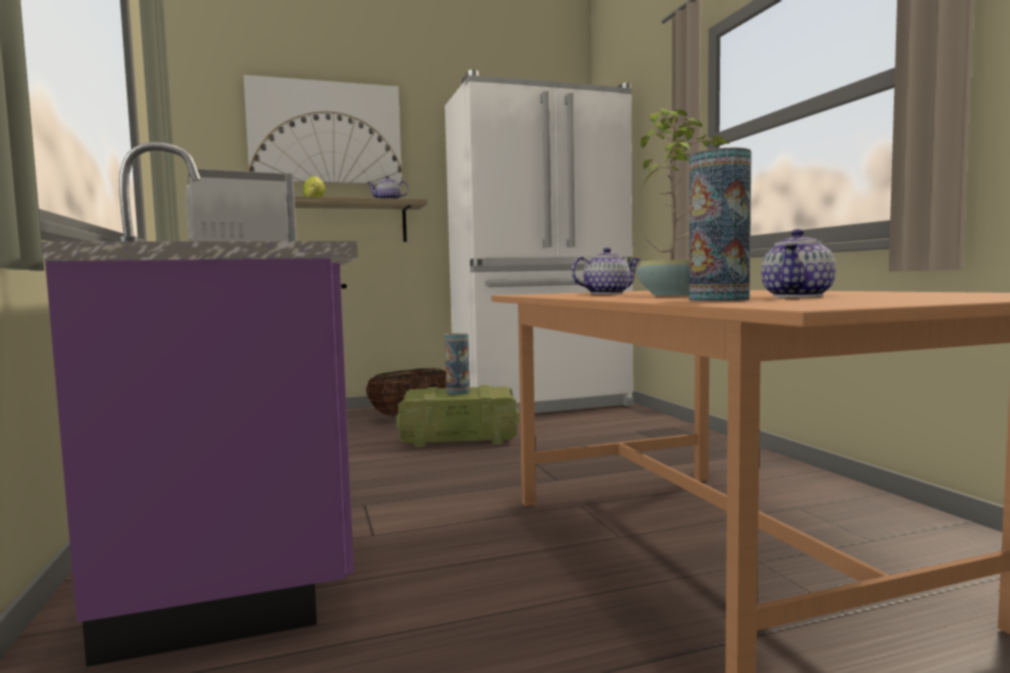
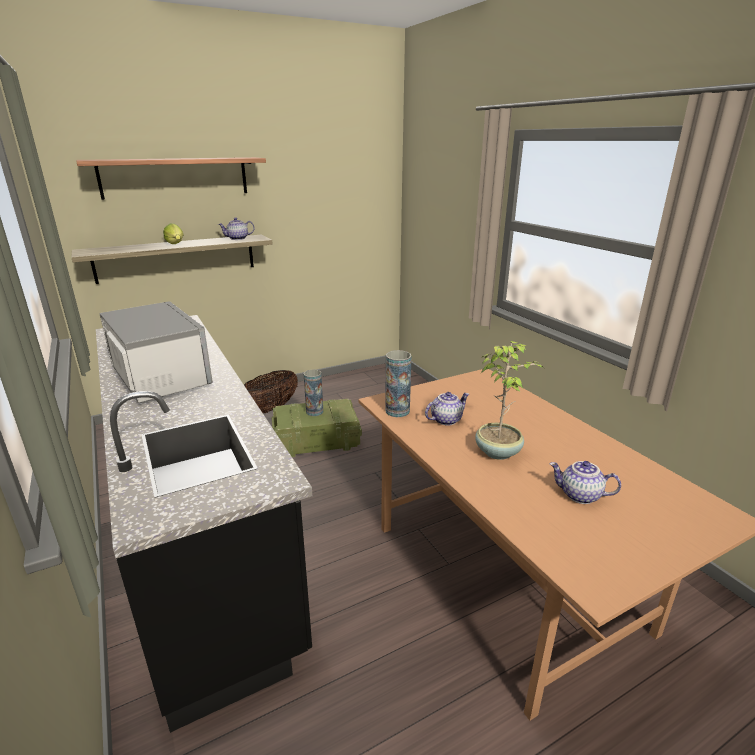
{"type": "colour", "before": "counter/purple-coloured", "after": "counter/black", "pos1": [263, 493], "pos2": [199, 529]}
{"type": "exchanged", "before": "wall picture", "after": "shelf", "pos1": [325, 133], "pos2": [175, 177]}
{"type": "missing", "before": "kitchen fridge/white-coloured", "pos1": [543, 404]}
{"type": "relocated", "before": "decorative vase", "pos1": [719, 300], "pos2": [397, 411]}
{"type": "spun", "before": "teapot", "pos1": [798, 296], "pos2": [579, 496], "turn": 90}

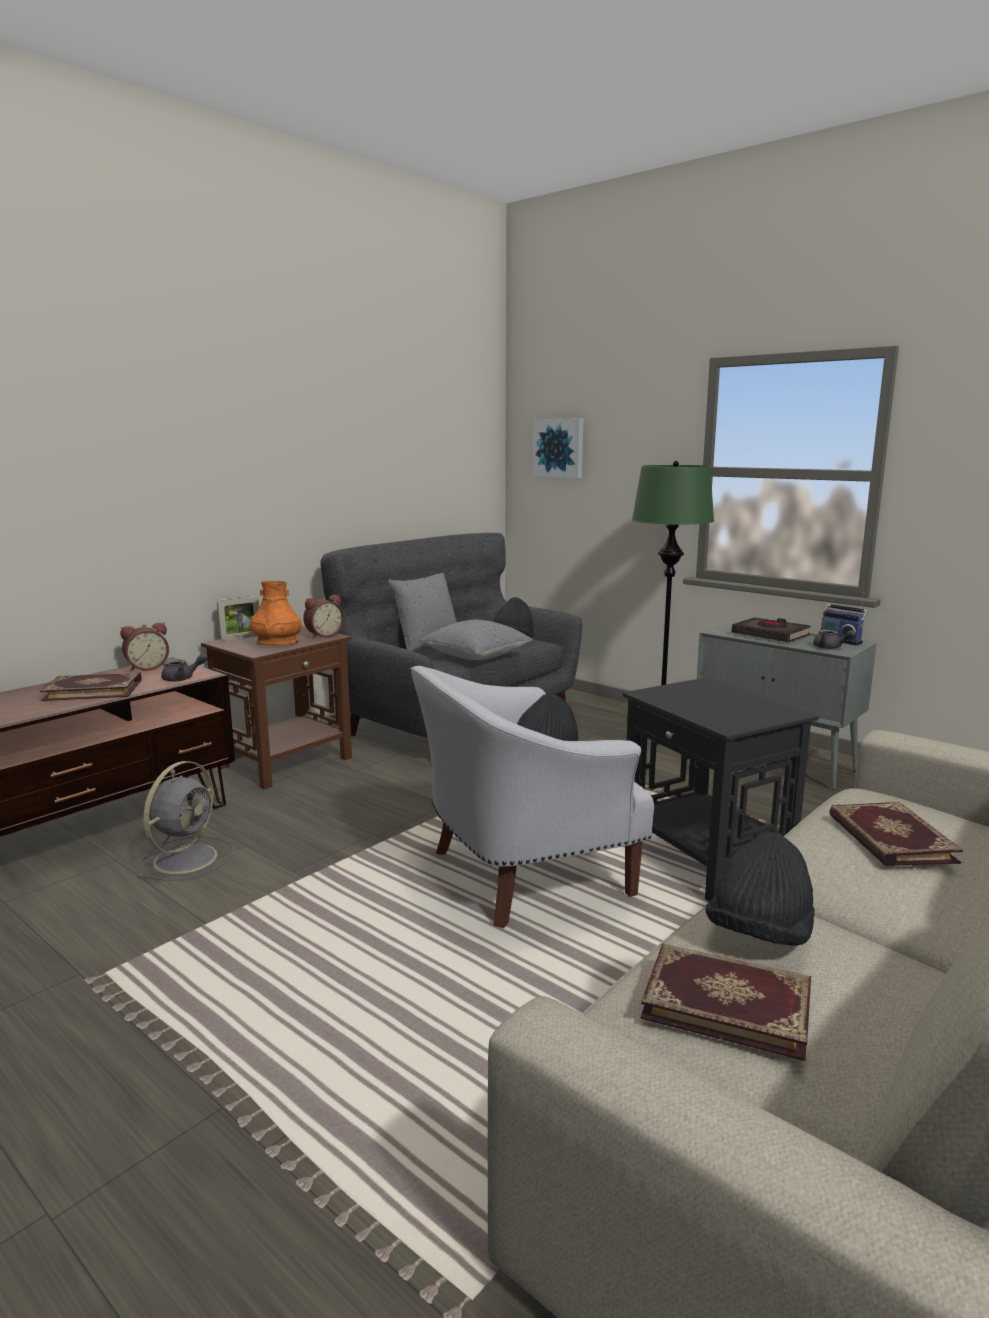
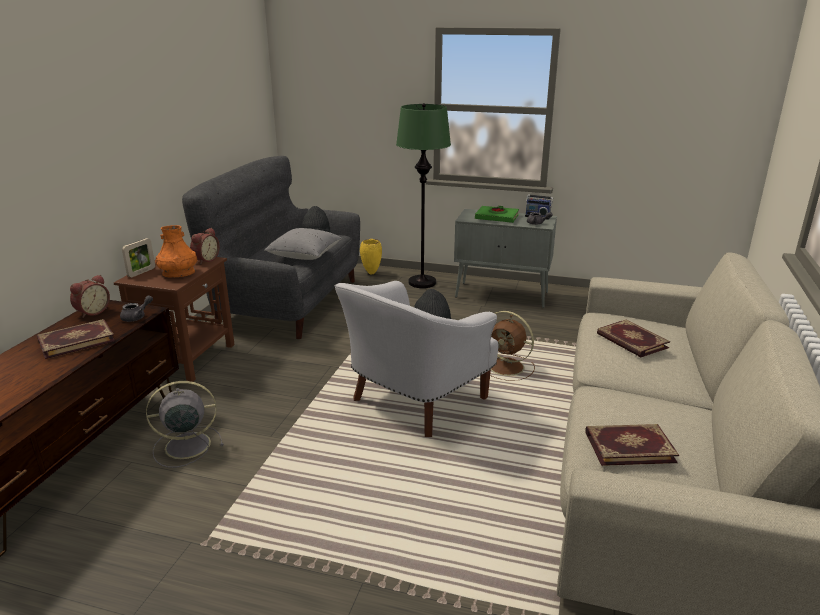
{"type": "spun", "before": "cooling fan/greyish", "pos1": [187, 858], "pos2": [185, 446], "turn": -105}
{"type": "missing", "before": "throw pillow/greyish", "pos1": [427, 647]}
{"type": "missing", "before": "wall picture", "pos1": [559, 448]}
{"type": "exchanged", "before": "accent table/black", "after": "cooling fan/brown-coloured", "pos1": [706, 860], "pos2": [507, 367]}
{"type": "missing", "before": "wearable hat/black", "pos1": [759, 935]}
{"type": "colour", "before": "book/black", "after": "book/green-coloured", "pos1": [770, 635], "pos2": [497, 217]}
{"type": "appeared", "after": "decorative vase/yellow", "pos2": [371, 273]}

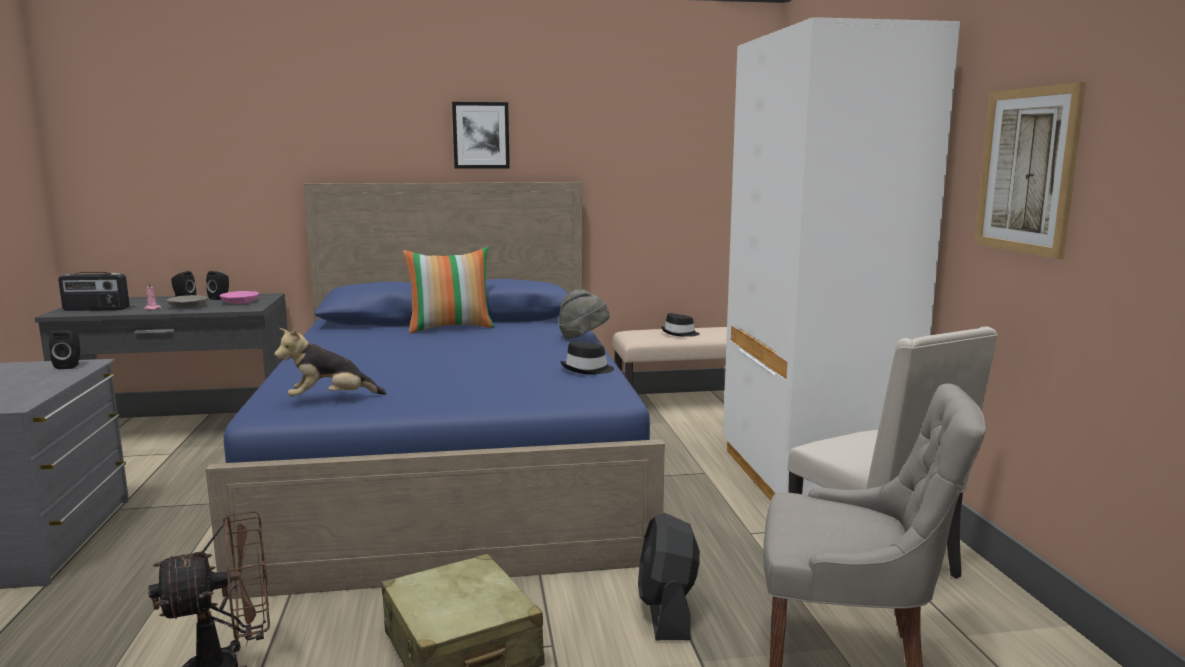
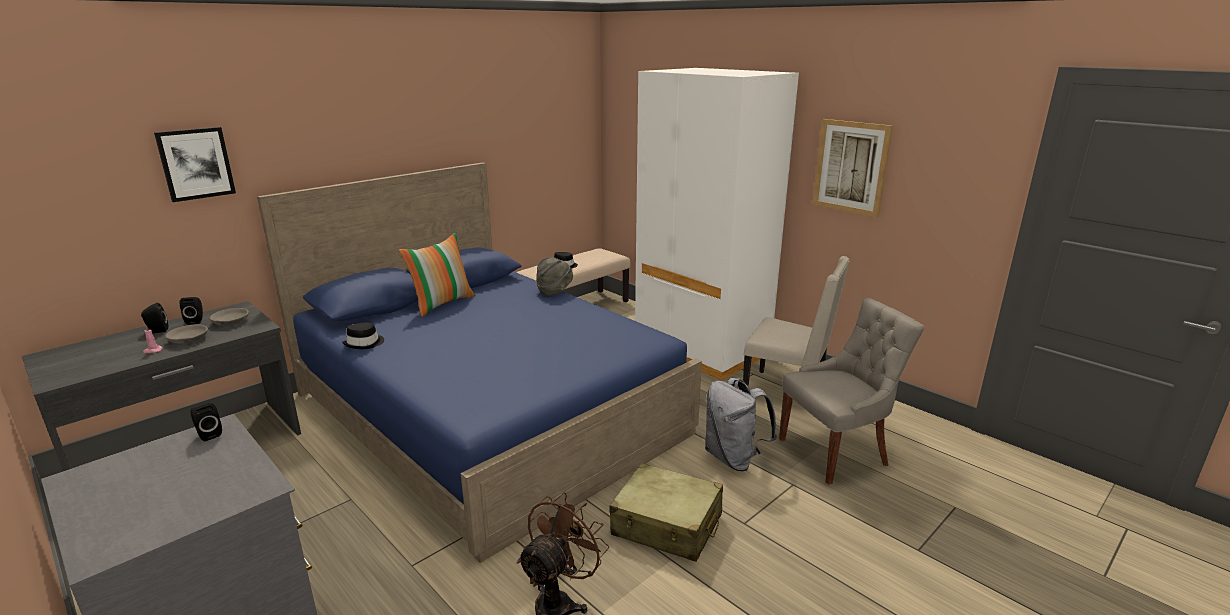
{"type": "missing", "before": "radio receiver", "pos1": [96, 309]}
{"type": "colour", "before": "serving bowl/pinkish", "after": "serving bowl/greyish", "pos1": [239, 302], "pos2": [231, 322]}
{"type": "missing", "before": "cuddly toy", "pos1": [330, 400]}
{"type": "relocated", "before": "wall picture", "pos1": [481, 135], "pos2": [196, 163]}
{"type": "relocated", "before": "wearable hat/black", "pos1": [587, 370], "pos2": [364, 343]}
{"type": "exchanged", "before": "cooling fan/black", "after": "rucksack/greyish", "pos1": [667, 612], "pos2": [734, 458]}

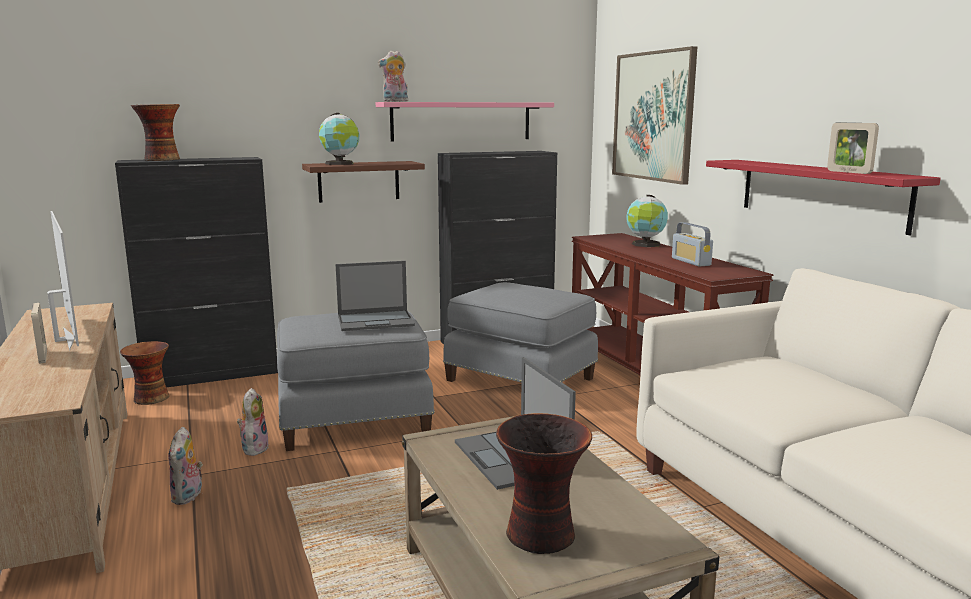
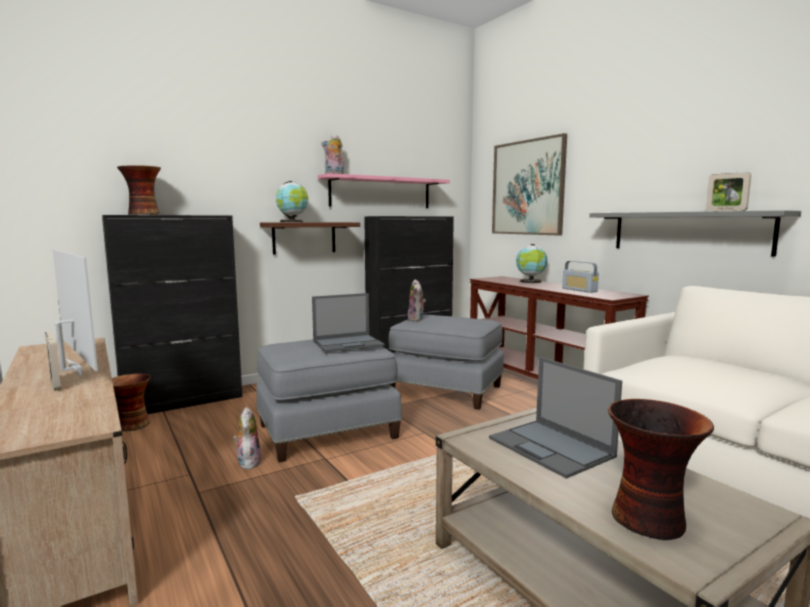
{"type": "relocated", "before": "cuddly toy", "pos1": [188, 496], "pos2": [416, 319]}
{"type": "colour", "before": "shelf/reddish", "after": "shelf/greyish", "pos1": [820, 193], "pos2": [687, 232]}

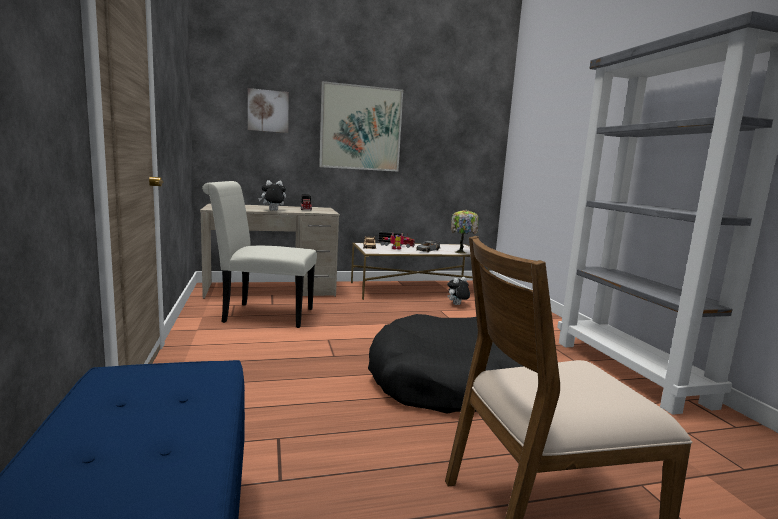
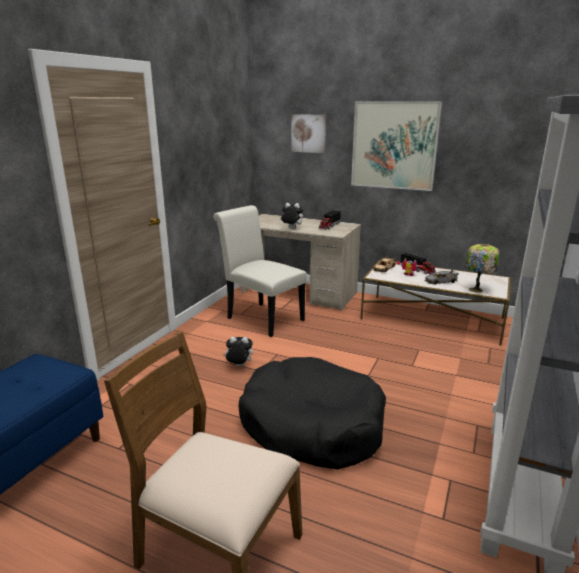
{"type": "relocated", "before": "cuddly toy", "pos1": [457, 305], "pos2": [239, 366]}

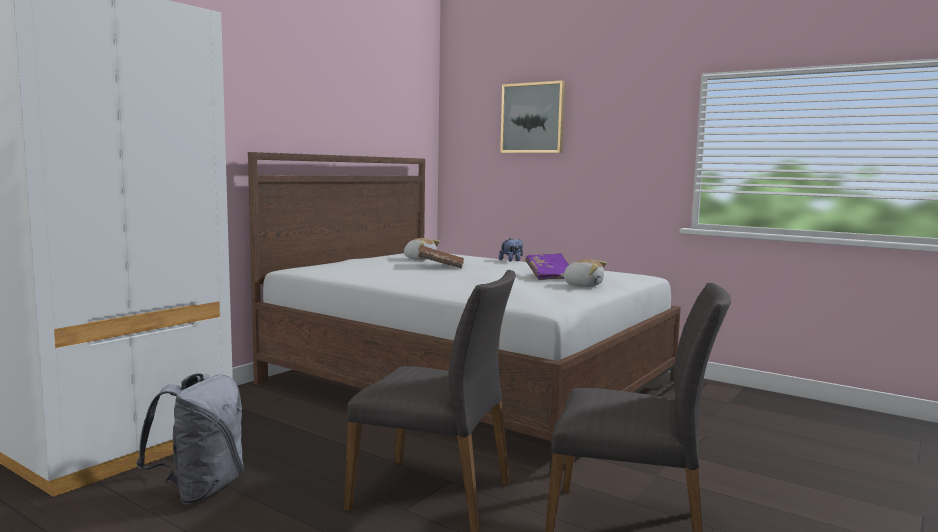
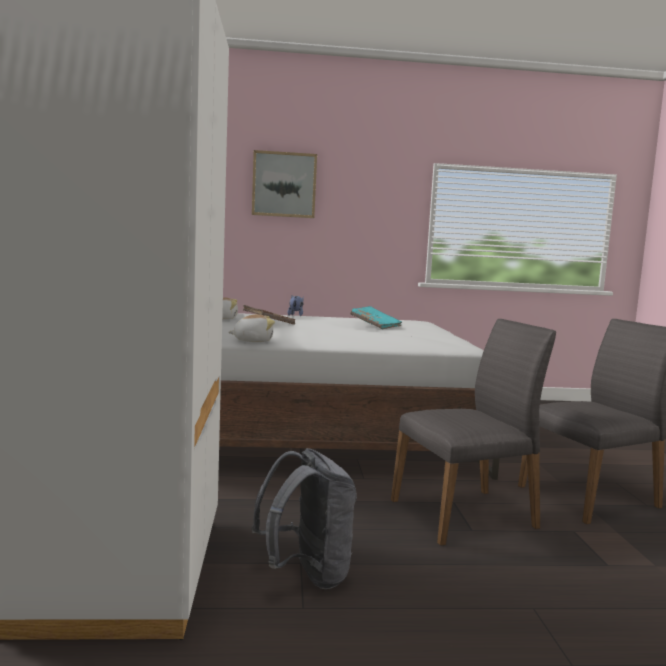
{"type": "colour", "before": "book/purple-coloured", "after": "book/turquoise", "pos1": [549, 276], "pos2": [375, 326]}
{"type": "relocated", "before": "cuddly toy", "pos1": [583, 285], "pos2": [253, 341]}

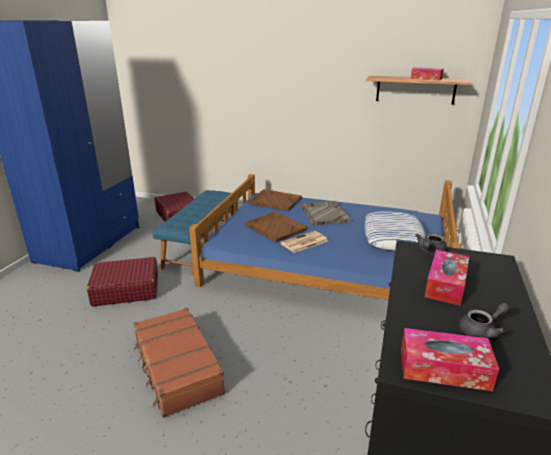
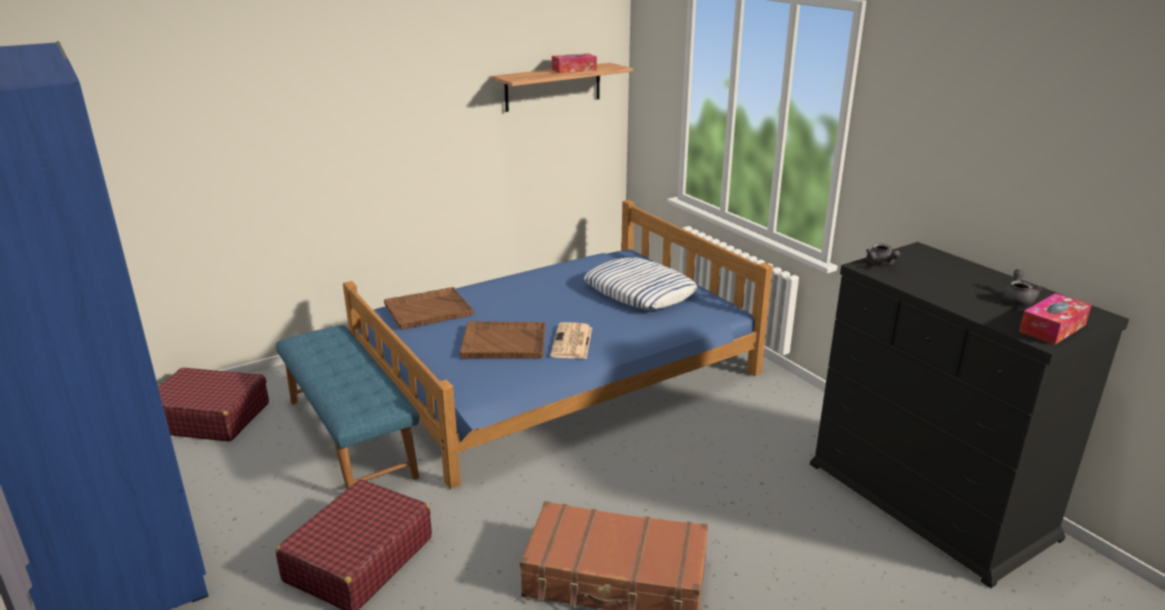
{"type": "missing", "before": "carrying tray/greyish", "pos1": [324, 214]}
{"type": "missing", "before": "tissue holder", "pos1": [445, 285]}

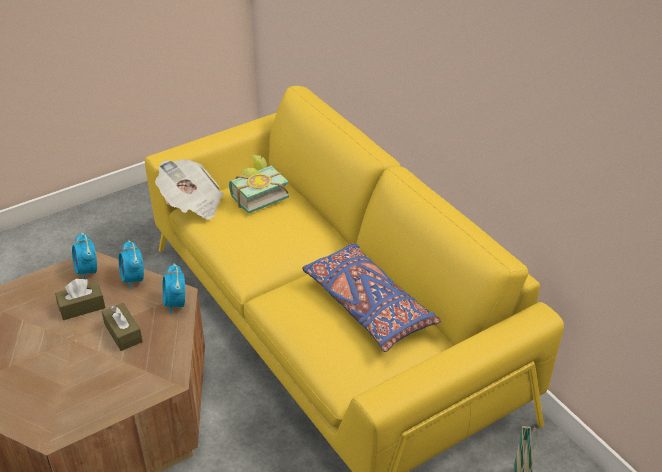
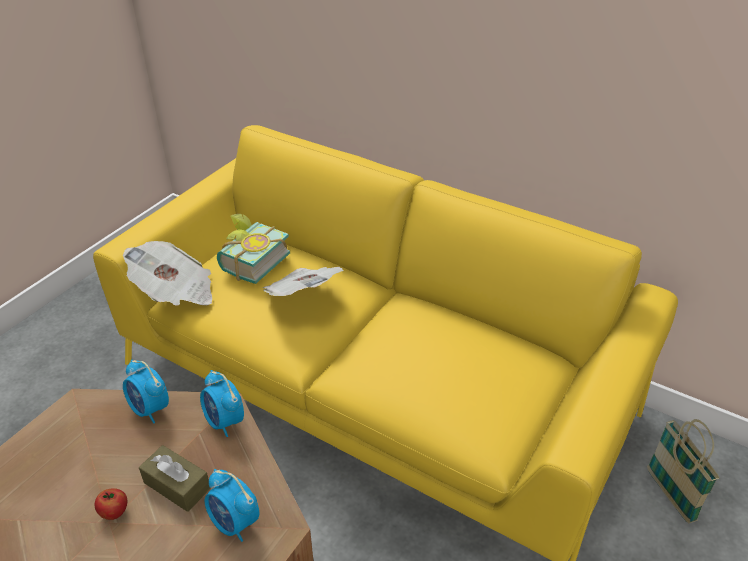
{"type": "missing", "before": "tissue holder/brown-coloured", "pos1": [82, 307]}
{"type": "relocated", "before": "alarm clock", "pos1": [87, 271], "pos2": [235, 523]}
{"type": "missing", "before": "throw pillow/blue", "pos1": [367, 306]}
{"type": "appeared", "after": "whole apple", "pos2": [115, 512]}
{"type": "appeared", "after": "printed paper", "pos2": [303, 296]}

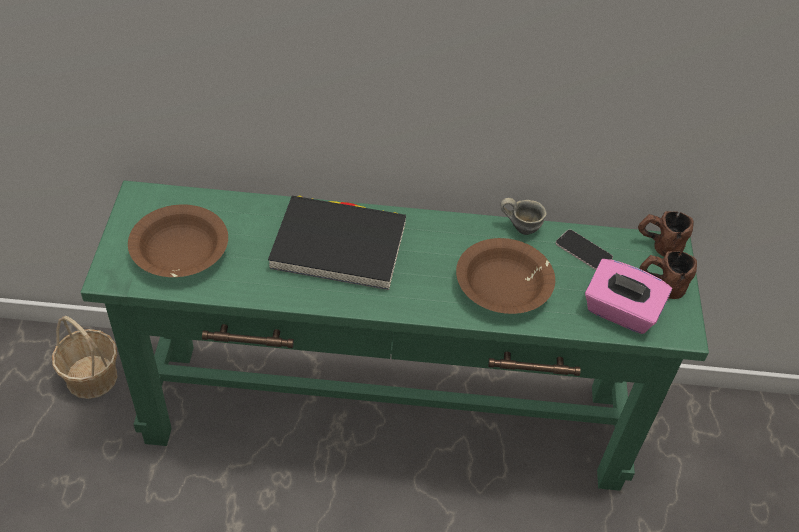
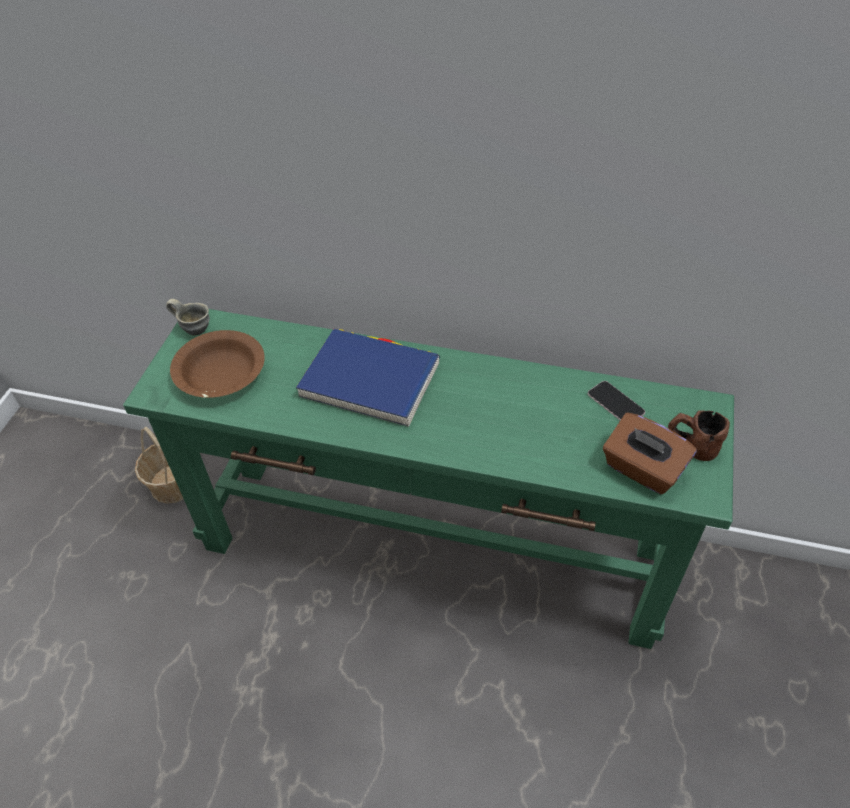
{"type": "colour", "before": "book/black", "after": "book/blue", "pos1": [339, 246], "pos2": [370, 380]}
{"type": "missing", "before": "serving bowl/brown-coloured", "pos1": [503, 287]}
{"type": "relocated", "before": "coffee mug/greyish", "pos1": [521, 227], "pos2": [195, 328]}
{"type": "colour", "before": "tissue holder/pinkish", "after": "tissue holder/brown-coloured", "pos1": [620, 312], "pos2": [642, 469]}
{"type": "missing", "before": "coffee mug/brown-coloured", "pos1": [658, 245]}

